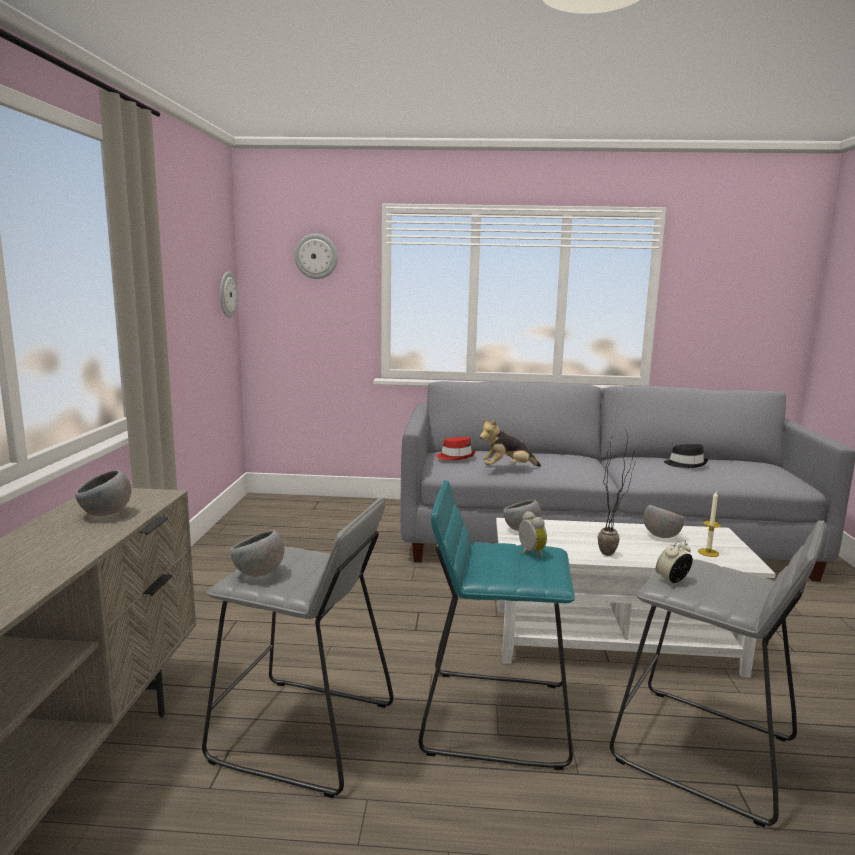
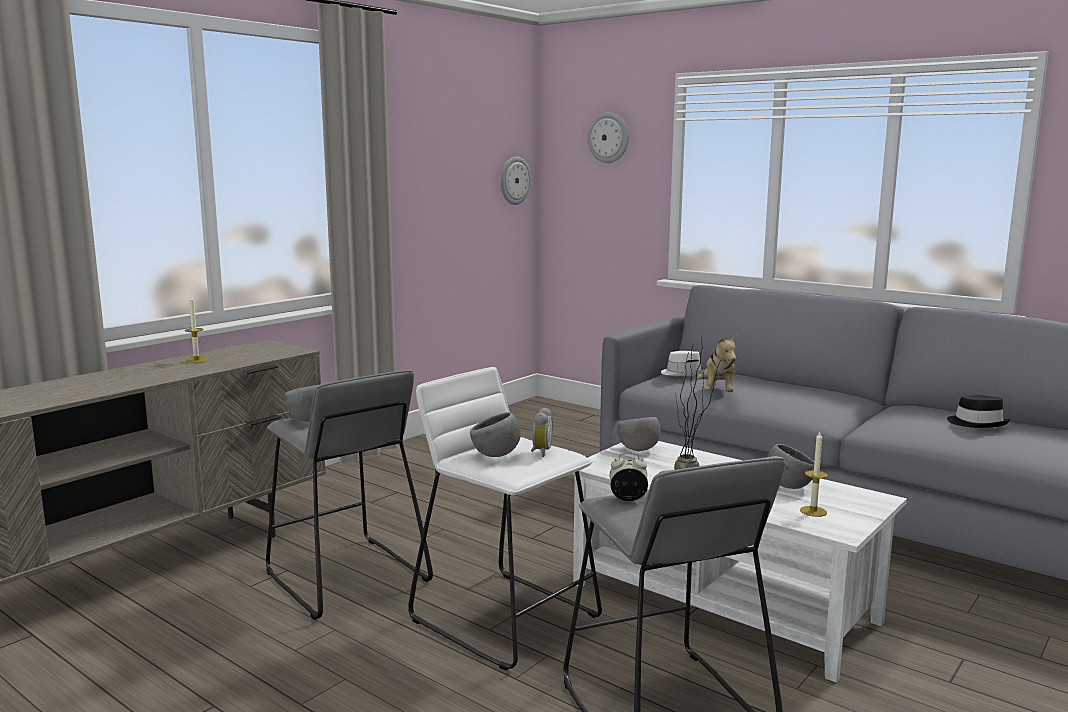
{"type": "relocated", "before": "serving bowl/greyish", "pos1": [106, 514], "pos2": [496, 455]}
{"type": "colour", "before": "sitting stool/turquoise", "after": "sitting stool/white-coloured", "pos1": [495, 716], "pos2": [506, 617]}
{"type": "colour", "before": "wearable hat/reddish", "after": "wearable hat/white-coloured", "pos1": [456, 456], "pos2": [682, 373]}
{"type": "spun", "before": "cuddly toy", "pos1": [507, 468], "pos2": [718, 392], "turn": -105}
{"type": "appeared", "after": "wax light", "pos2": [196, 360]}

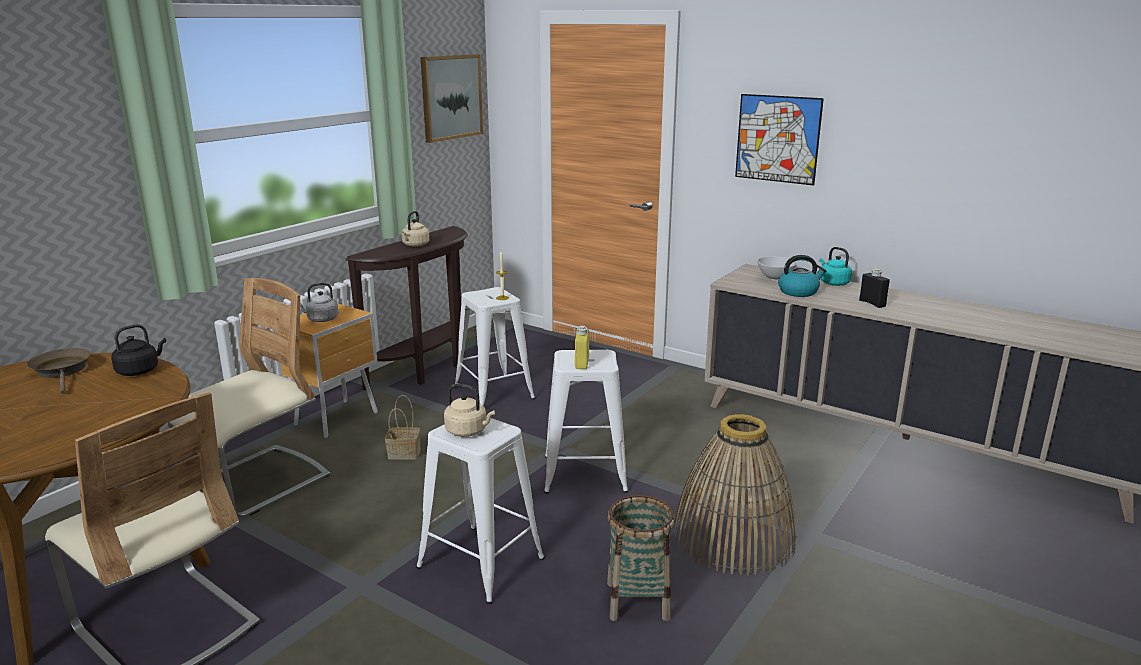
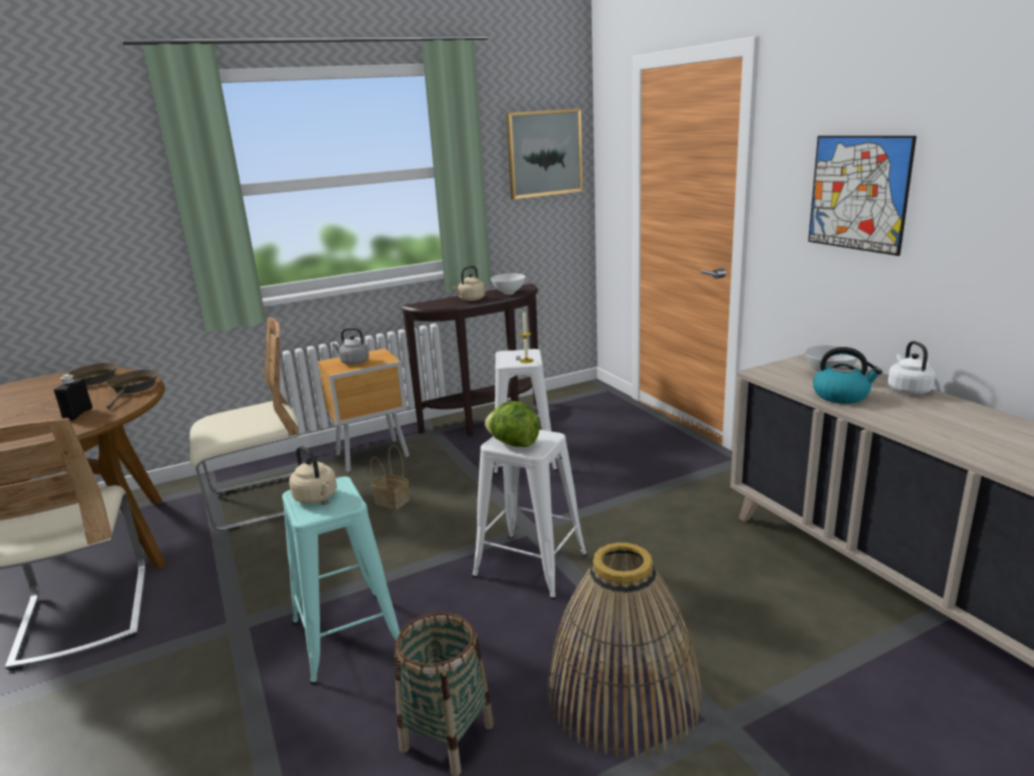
{"type": "exchanged", "before": "tea kettle/black", "after": "frying pan/brown-coloured", "pos1": [140, 370], "pos2": [134, 389]}
{"type": "colour", "before": "sitting stool/white-coloured", "after": "sitting stool/turquoise", "pos1": [480, 563], "pos2": [347, 635]}
{"type": "exchanged", "before": "drink bottle/yellow", "after": "head of lettuce", "pos1": [582, 363], "pos2": [513, 444]}
{"type": "colour", "before": "tea kettle/turquoise", "after": "tea kettle/white-coloured", "pos1": [833, 283], "pos2": [907, 389]}
{"type": "relocated", "before": "drink bottle/black", "pos1": [872, 303], "pos2": [78, 414]}
{"type": "appeared", "after": "serving bowl/white-coloured", "pos2": [509, 293]}

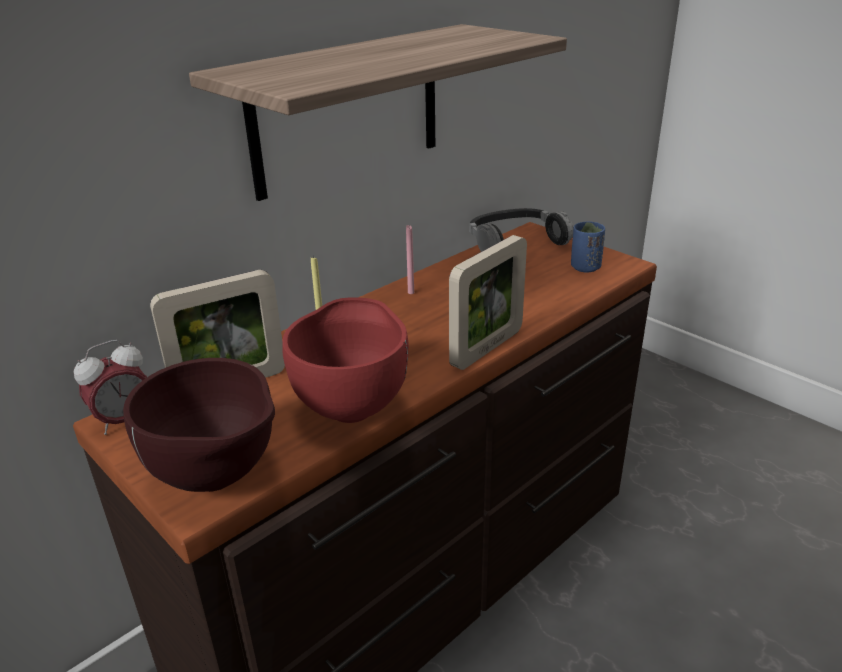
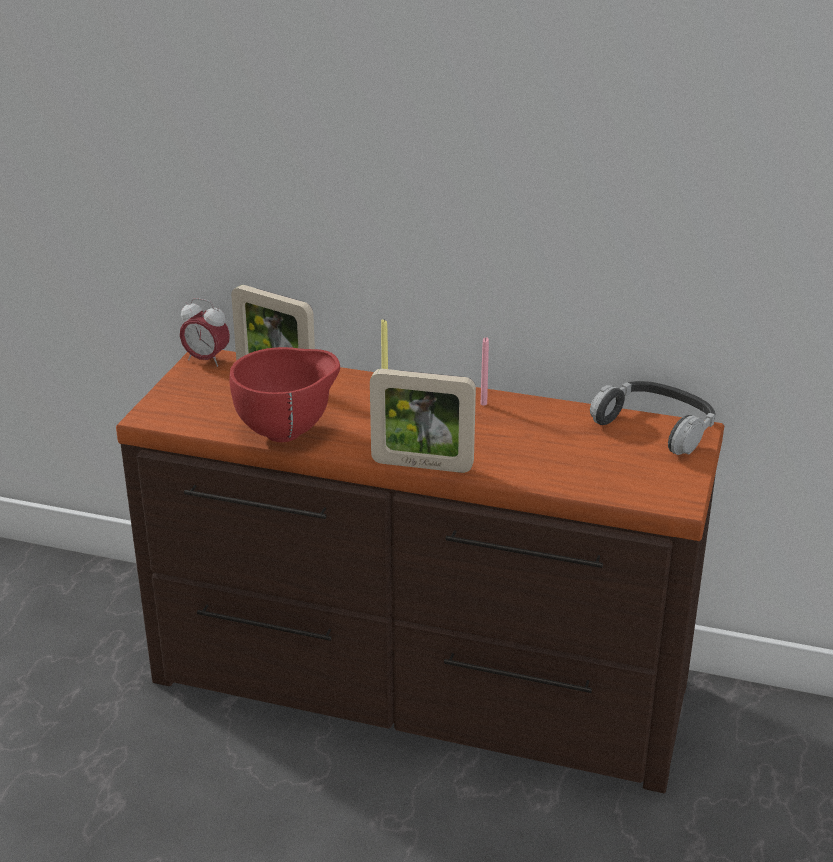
{"type": "missing", "before": "serving bowl/brown-coloured", "pos1": [219, 479]}
{"type": "missing", "before": "shelf", "pos1": [348, 110]}
{"type": "missing", "before": "cup/blue", "pos1": [585, 267]}

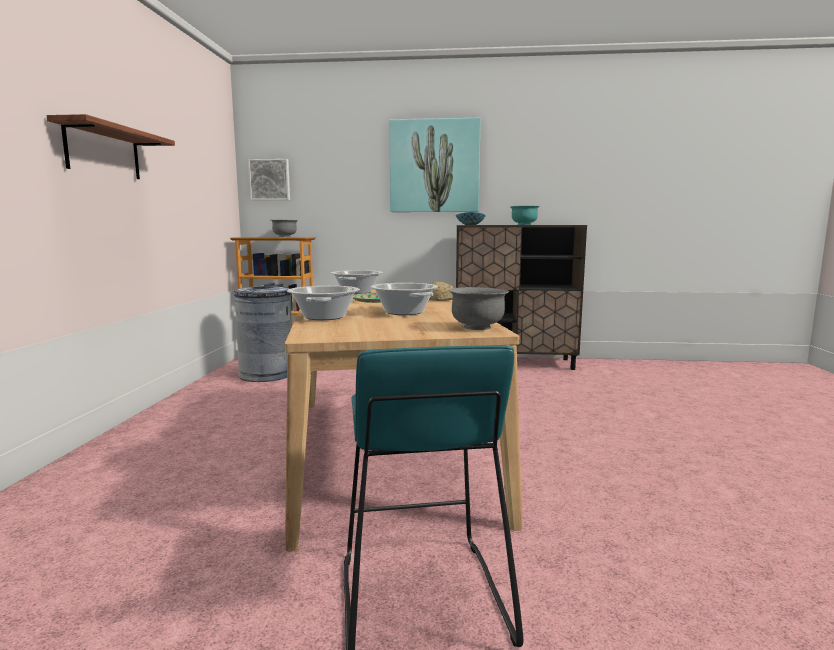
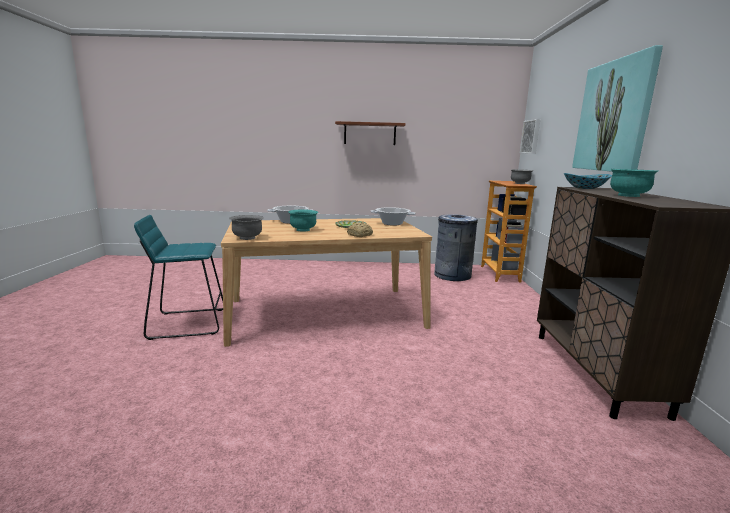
{"type": "exchanged", "before": "stockpot", "after": "serving bowl/turquoise", "pos1": [404, 312], "pos2": [303, 230]}

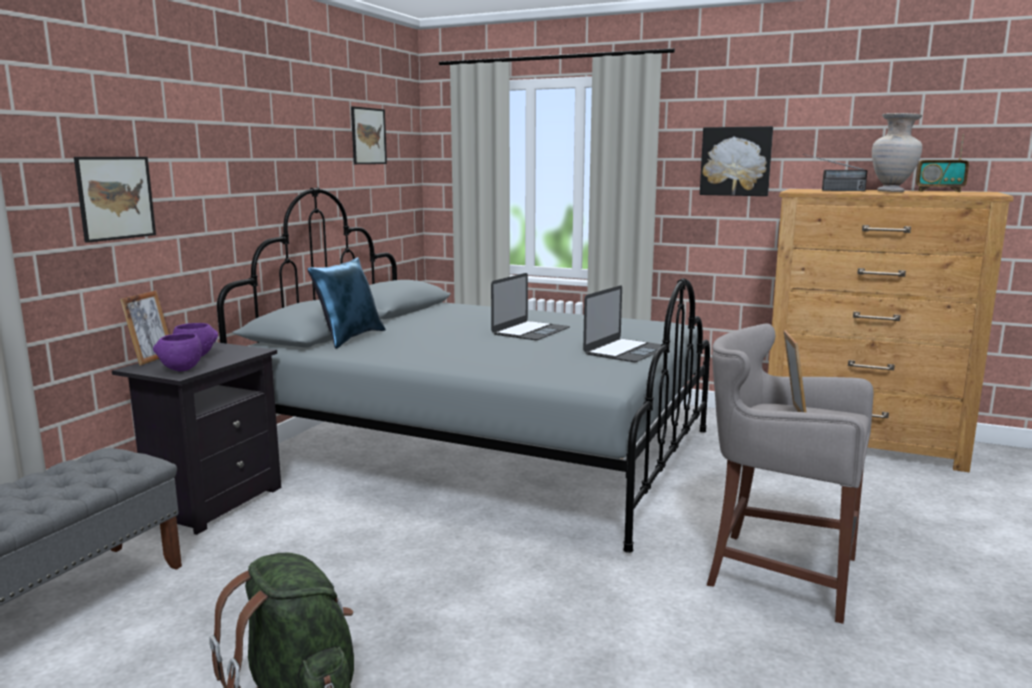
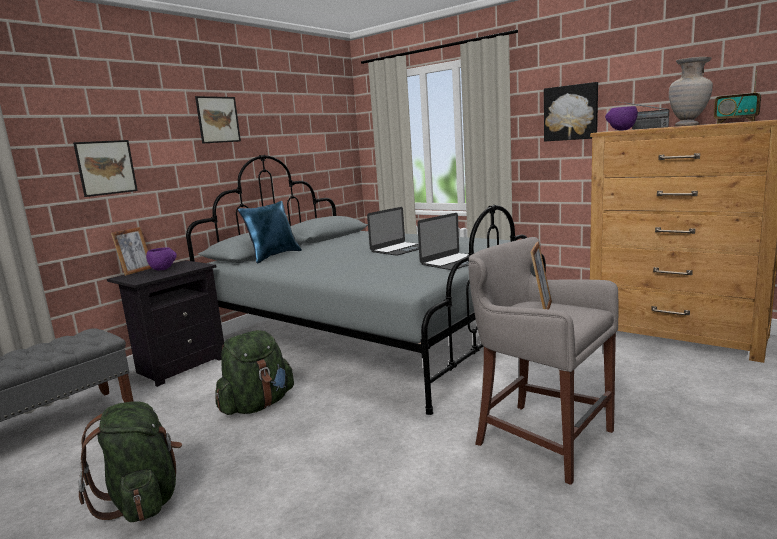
{"type": "relocated", "before": "serving bowl/purple-coloured", "pos1": [181, 370], "pos2": [621, 130]}
{"type": "relocated", "before": "wall picture", "pos1": [368, 136], "pos2": [218, 119]}
{"type": "appeared", "after": "rucksack/green-coloured", "pos2": [257, 405]}

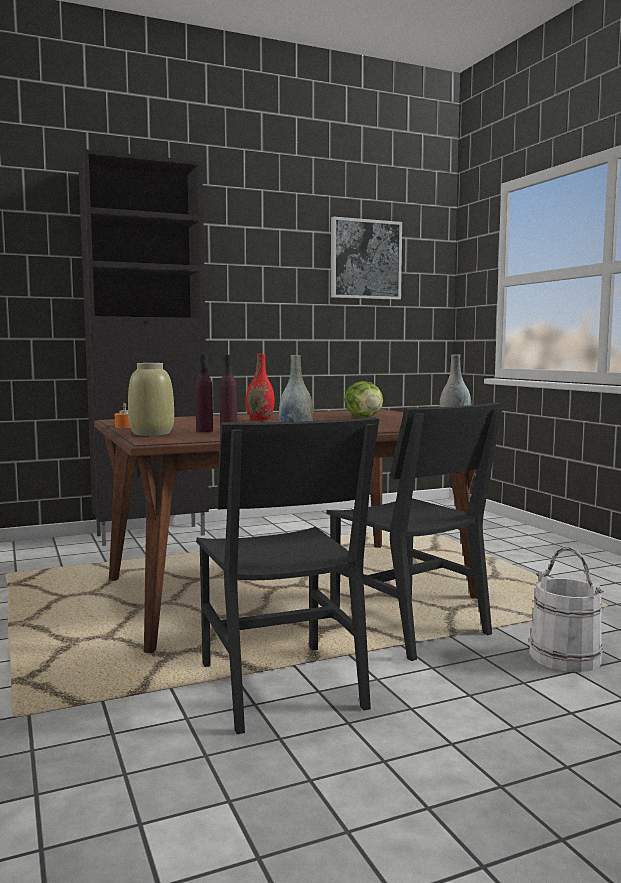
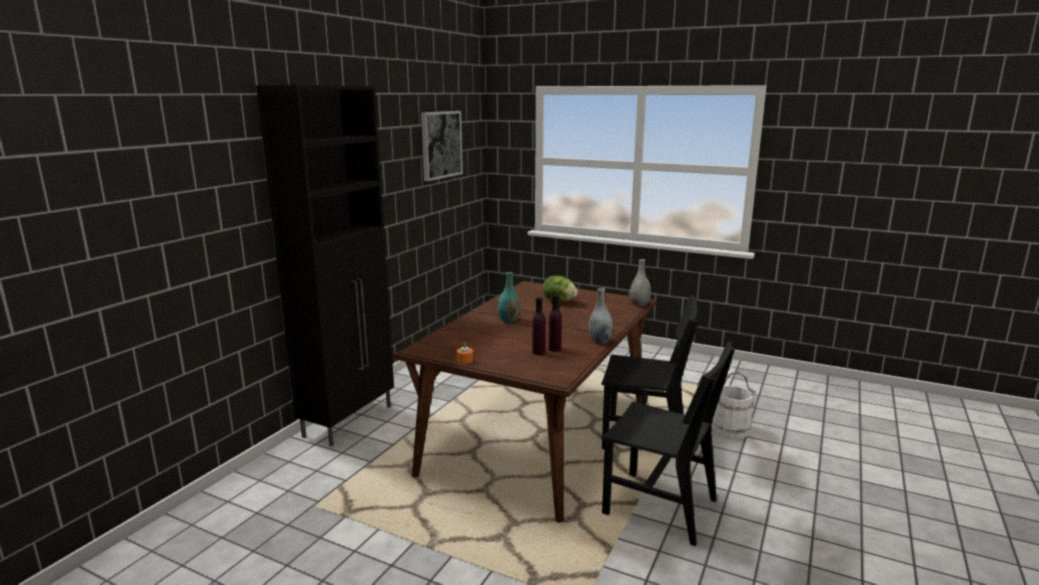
{"type": "missing", "before": "decorative vase/beige", "pos1": [152, 433]}
{"type": "colour", "before": "decorative vase/reddish", "after": "decorative vase/turquoise", "pos1": [260, 419], "pos2": [509, 321]}

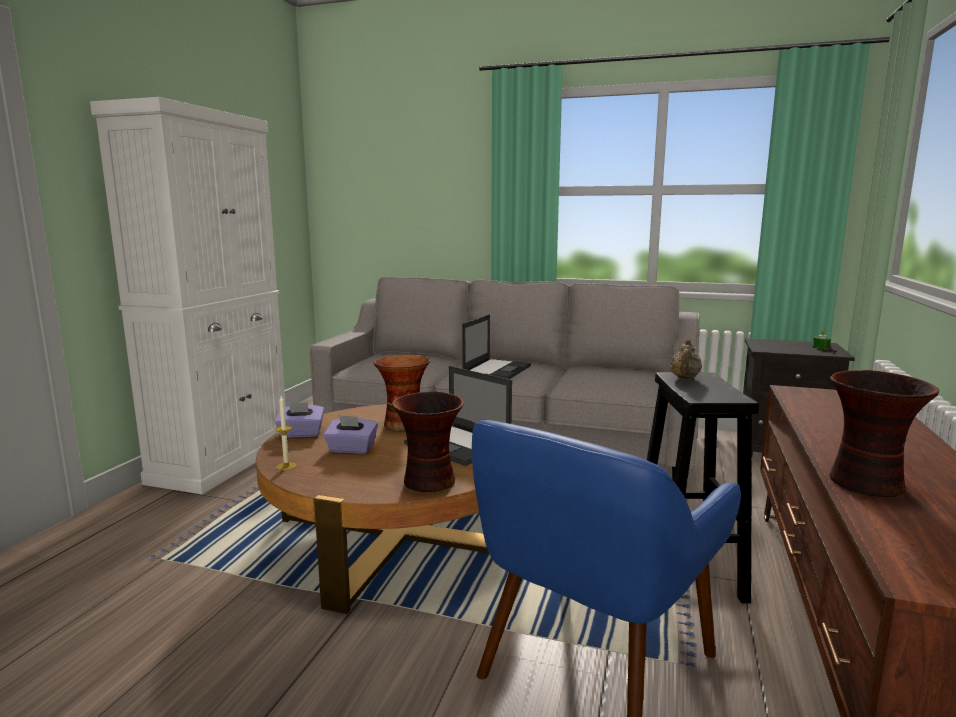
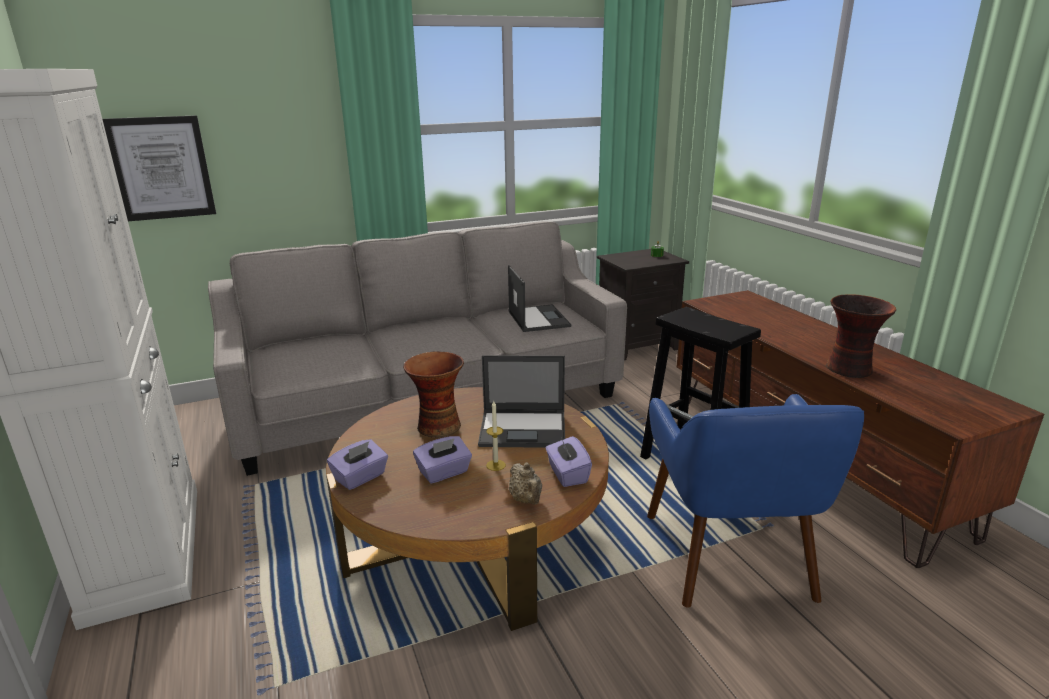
{"type": "relocated", "before": "wax light", "pos1": [286, 466], "pos2": [496, 465]}
{"type": "exchanged", "before": "decorative vase", "after": "tissue holder/purple-coloured", "pos1": [429, 482], "pos2": [567, 474]}
{"type": "relocated", "before": "laptop", "pos1": [497, 369], "pos2": [538, 318]}
{"type": "relocated", "before": "teapot/beige", "pos1": [684, 378], "pos2": [526, 500]}
{"type": "appeared", "after": "wall picture", "pos2": [161, 168]}

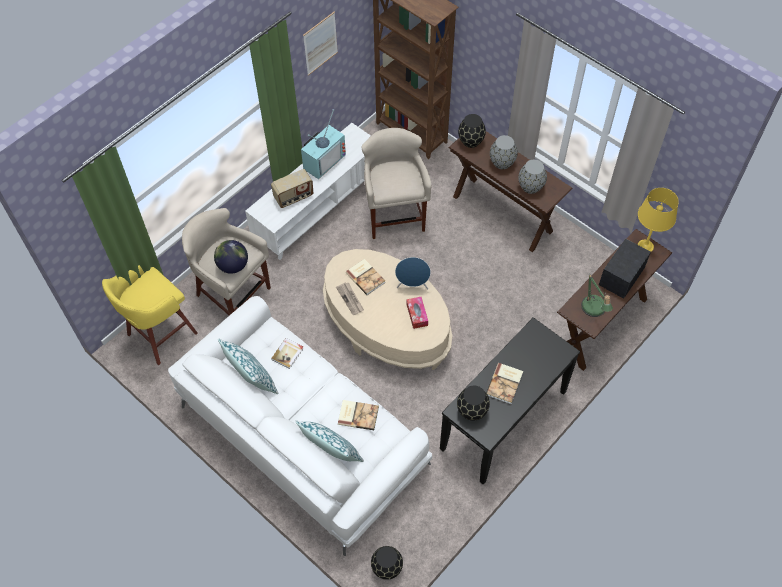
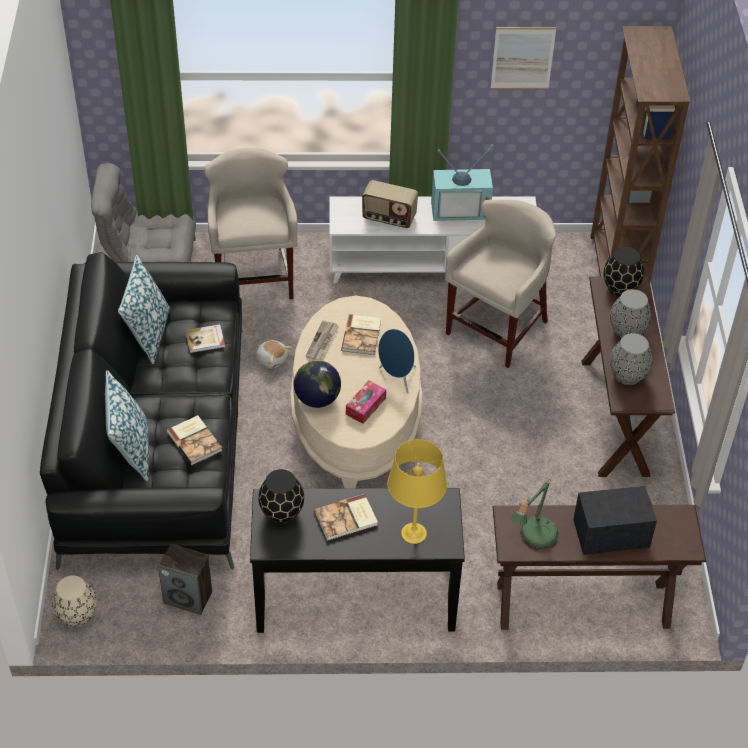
{"type": "exchanged", "before": "sitting stool/yellow", "after": "armchair/greyish", "pos1": [160, 335], "pos2": [149, 260]}
{"type": "colour", "before": "couch/white-coloured", "after": "couch/black", "pos1": [302, 434], "pos2": [157, 440]}
{"type": "relocated", "before": "world globe", "pos1": [233, 265], "pos2": [317, 399]}
{"type": "colour", "before": "decorative vase/black", "after": "decorative vase/beige", "pos1": [387, 568], "pos2": [77, 615]}
{"type": "relocated", "before": "table lamp/yellow", "pos1": [645, 246], "pos2": [413, 533]}
{"type": "appeared", "after": "audio speaker", "pos2": [188, 597]}
{"type": "appeared", "after": "cuddly toy", "pos2": [272, 359]}

